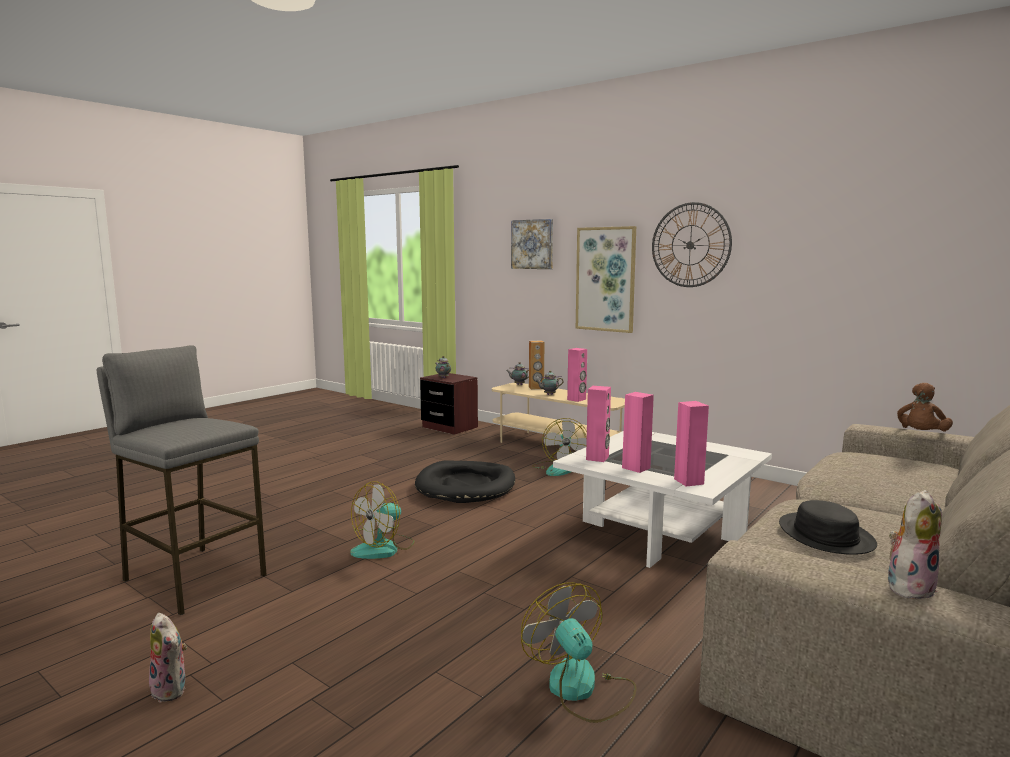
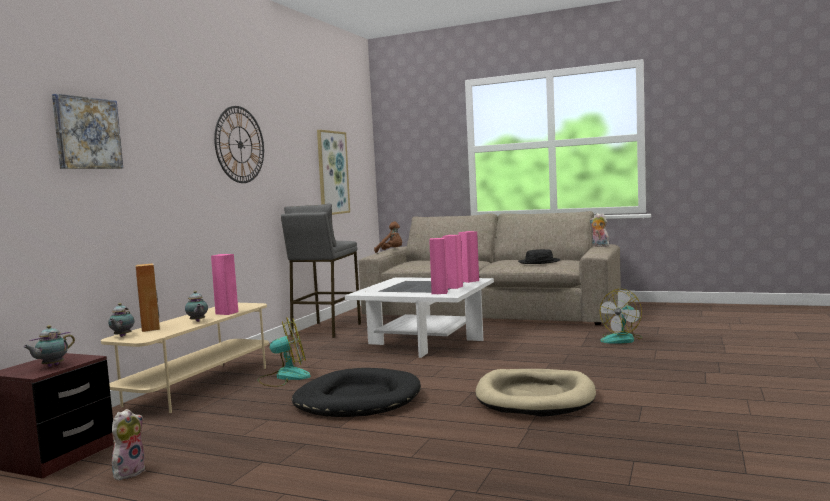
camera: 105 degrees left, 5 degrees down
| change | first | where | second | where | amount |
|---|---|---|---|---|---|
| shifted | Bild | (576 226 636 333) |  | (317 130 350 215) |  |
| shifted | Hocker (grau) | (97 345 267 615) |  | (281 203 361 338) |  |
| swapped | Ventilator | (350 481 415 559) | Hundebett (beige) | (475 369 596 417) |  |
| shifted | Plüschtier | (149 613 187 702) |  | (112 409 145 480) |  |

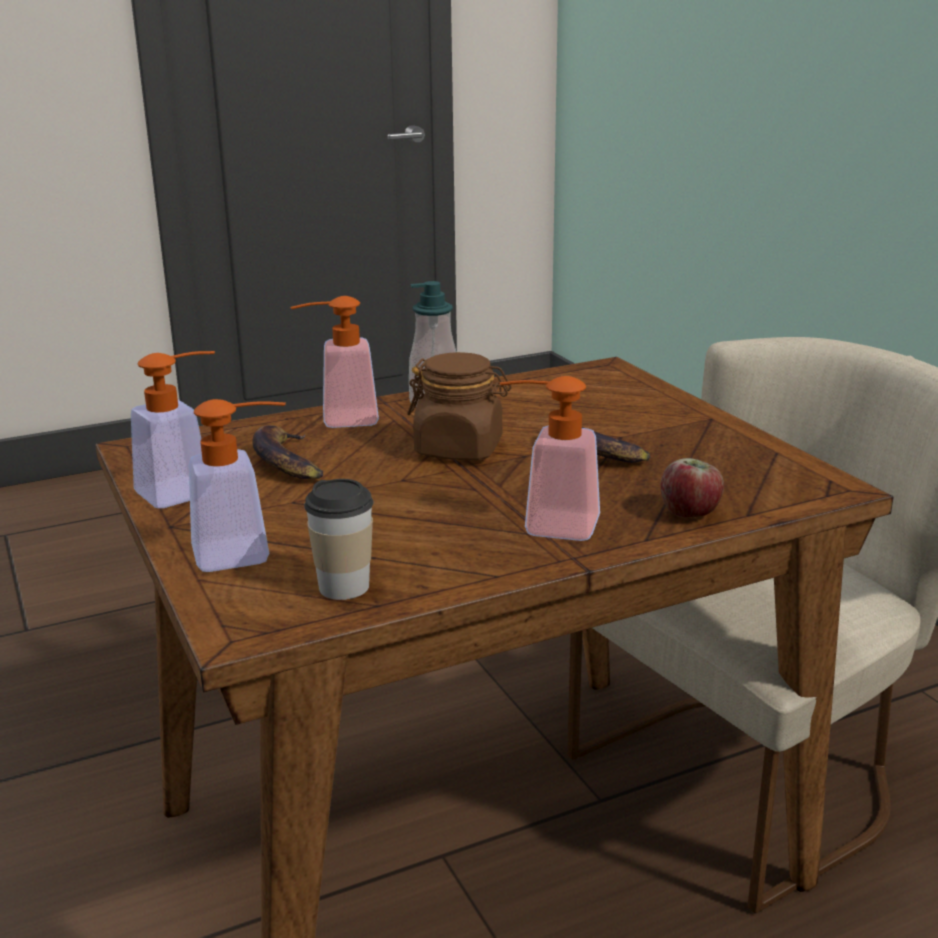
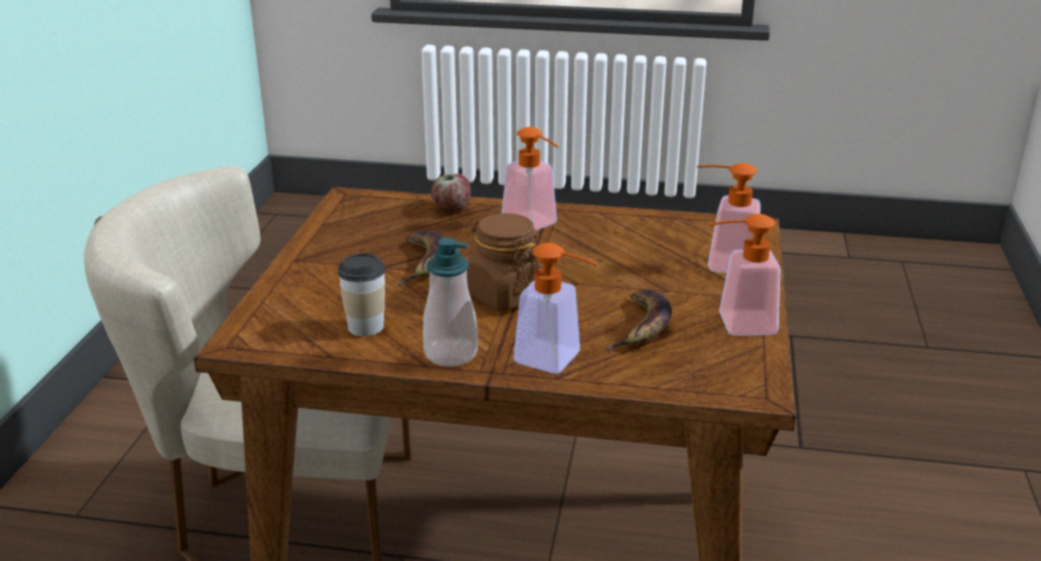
camera: 145 degrees left, 5 degrees up
| change | first | where | second | where | amount |
|---|---|---|---|---|---|
| shifted | Tasse | (304 479 374 600) |  | (338 253 386 336) |  |

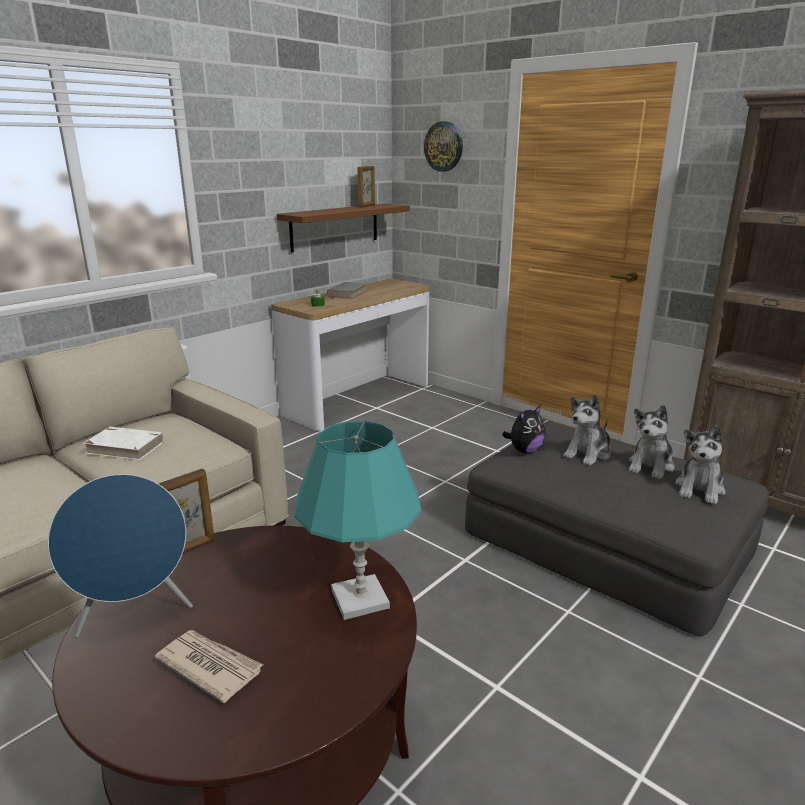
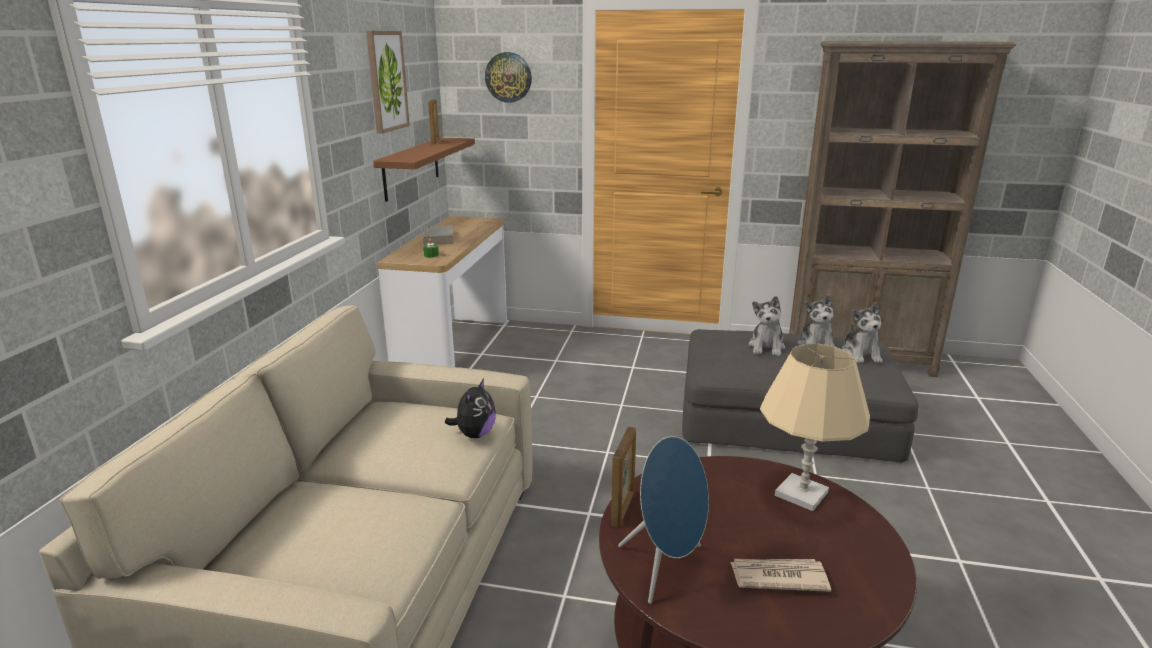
camera: 30 degrees left, 0 degrees up
| change | first | where | second | where | amount |
|---|---|---|---|---|---|
| shifted | Plüschtier | (502 405 546 453) |  | (445 379 496 438) |  |
| repainted | Tischlampe (türkis) | (295 421 421 620) | Tischlampe (beige) | (760 344 870 511) |  |
| gone | Buch (weiß) | (83 427 164 460) |  |  |  |
| new |  |  | Bild | (366 31 410 134) |  |

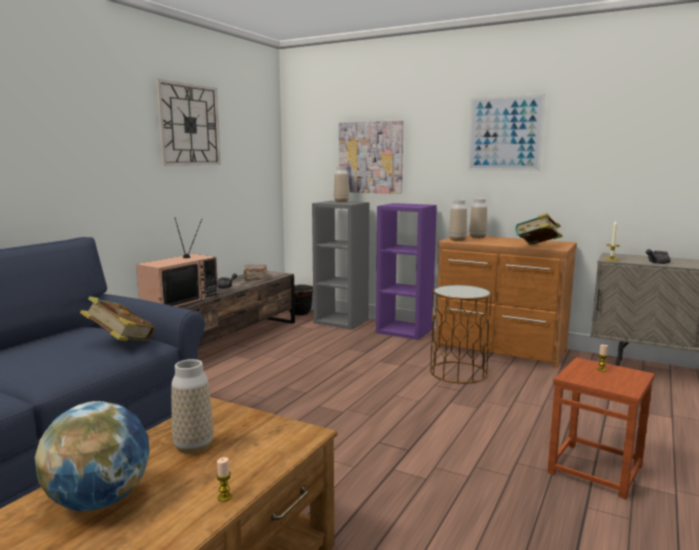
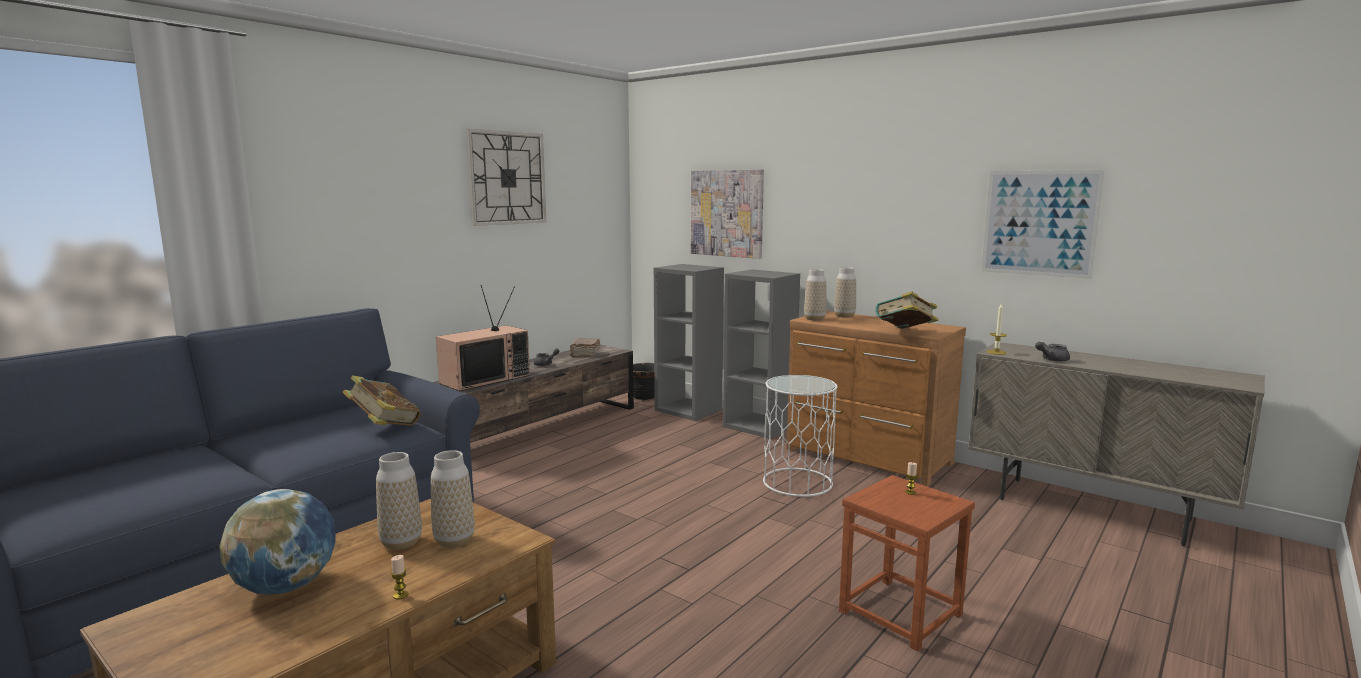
camera: 10 degrees right, 0 degrees up
| change | first | where | second | where | amount |
|---|---|---|---|---|---|
| shifted | Bild | (468 94 546 171) |  | (981 170 1105 279) |  |
| shifted | Vase | (334 166 349 202) |  | (431 450 475 548) |  |
| repainted | Bücherregal (lila) | (376 203 437 340) | Bücherregal (grau) | (723 269 800 439) |  |
| repainted | Beistelltisch (braun) | (430 285 492 384) | Beistelltisch (weiß) | (763 375 838 497) |  |

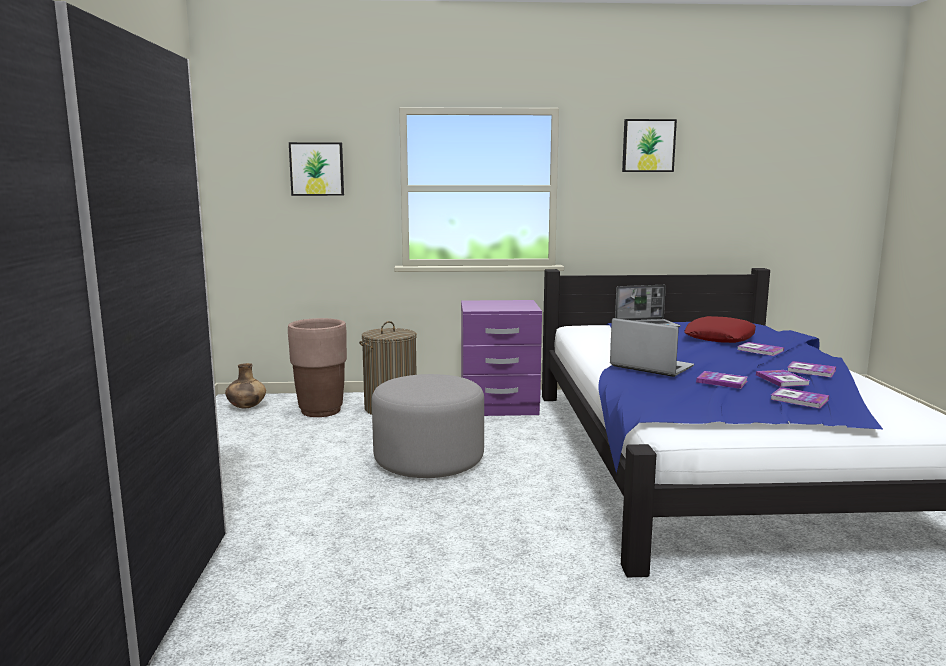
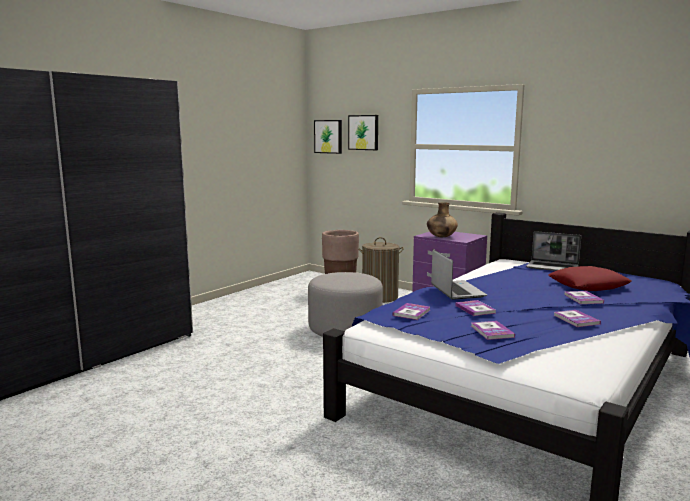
camera: 40 degrees right, 0 degrees up
| change | first | where | second | where | amount |
|---|---|---|---|---|---|
| shifted | Bild | (622 119 677 172) |  | (314 120 342 154) |  |
| shifted | Vase (braun) | (225 363 266 408) |  | (427 202 458 237) |  |
| shifted | Buch | (756 370 809 387) |  | (393 303 430 320) |  |

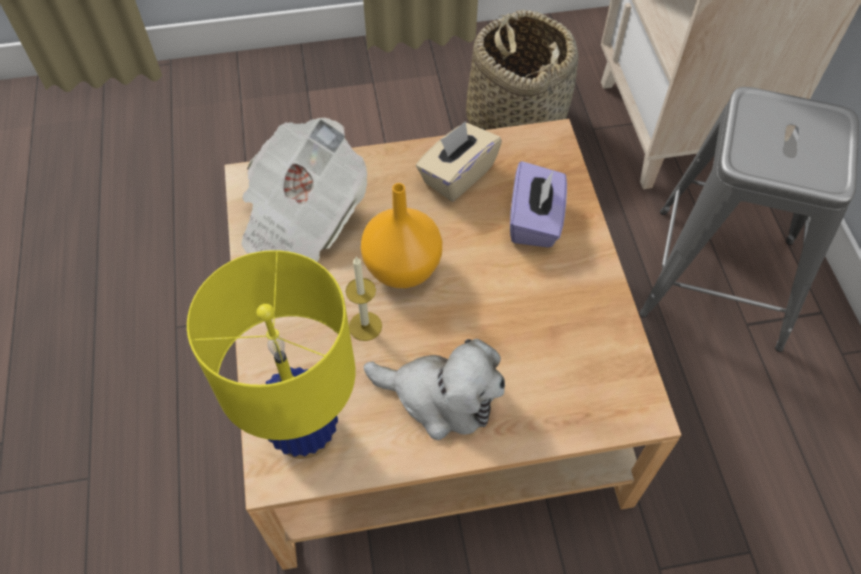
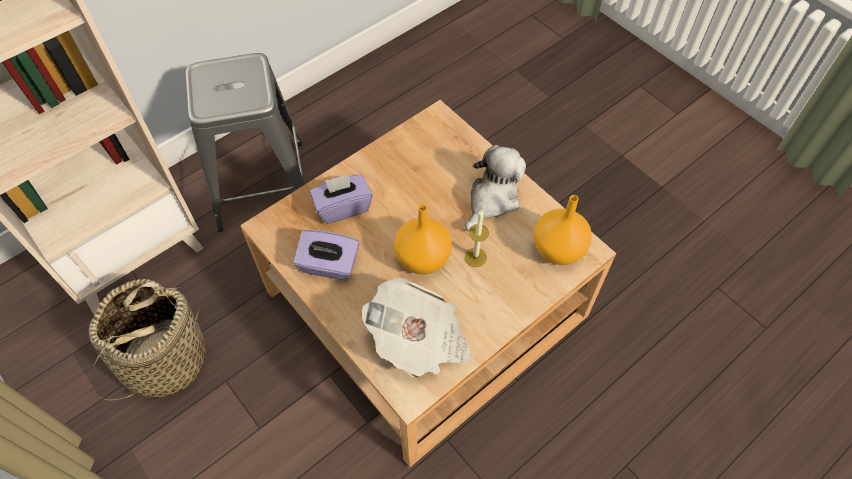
camera: 120 degrees left, 0 degrees up
| change | first | where | second | where | amount |
|---|---|---|---|---|---|
| repainted | Taschentuchbox (beige) | (416 121 502 201) | Taschentuchbox (lila) | (294 230 360 280) |  |
| swapped | Tischlampe (gelb) | (187 250 356 459) | Vase (orange) | (534 195 592 265) |  |
| rotated | Plüschtier | (363 339 505 440) |  | (465 145 526 232) | 45 degrees clockwise |

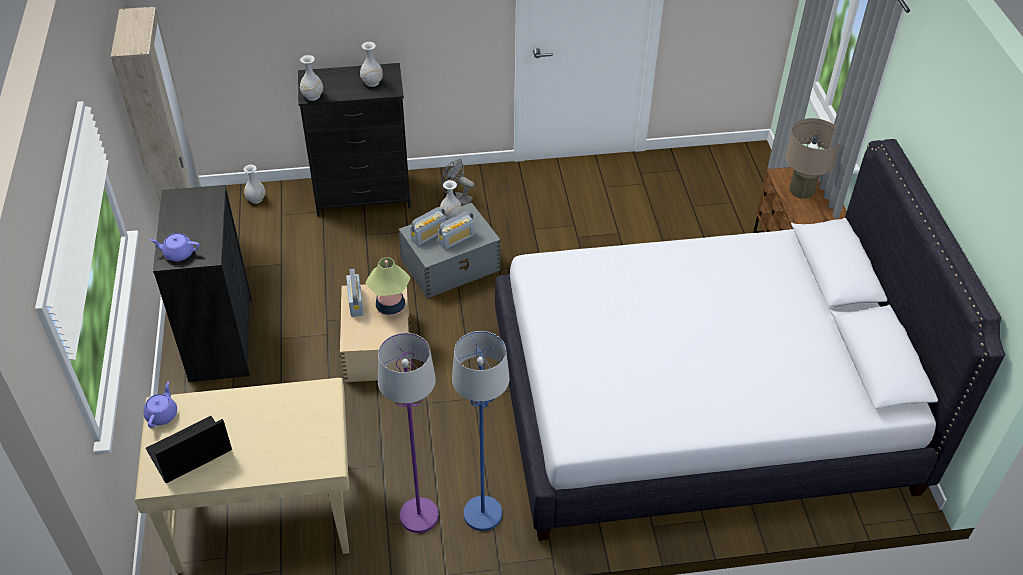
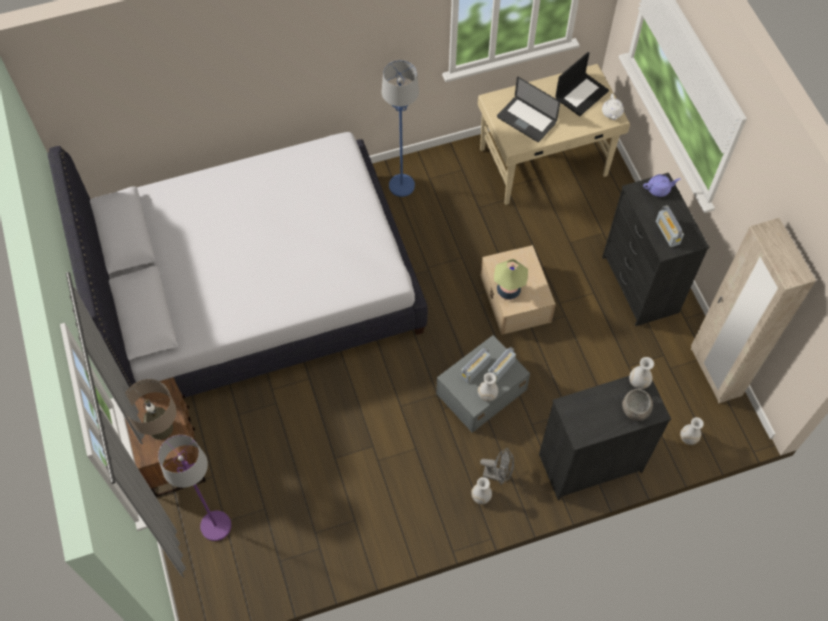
camera: 170 degrees right, 15 degrees up
| change | first | where | second | where | amount |
|---|---|---|---|---|---|
| shifted | Vase (weiß) | (360 42 383 87) |  | (471 477 492 504) |  |
| shifted | Radio | (346 269 364 317) |  | (656 205 684 247) |  |
| shifted | Stehlampe (lila) | (378 333 439 533) |  | (158 435 231 541) |  |
| repainted | Teekanne (lila) | (143 382 177 428) | Teekanne (weiß) | (602 93 624 120) |  |
| new |  |  | Laptop | (497 77 560 142) |  |
| new |  |  | Schüssel (grau) | (622 389 653 421) |  |

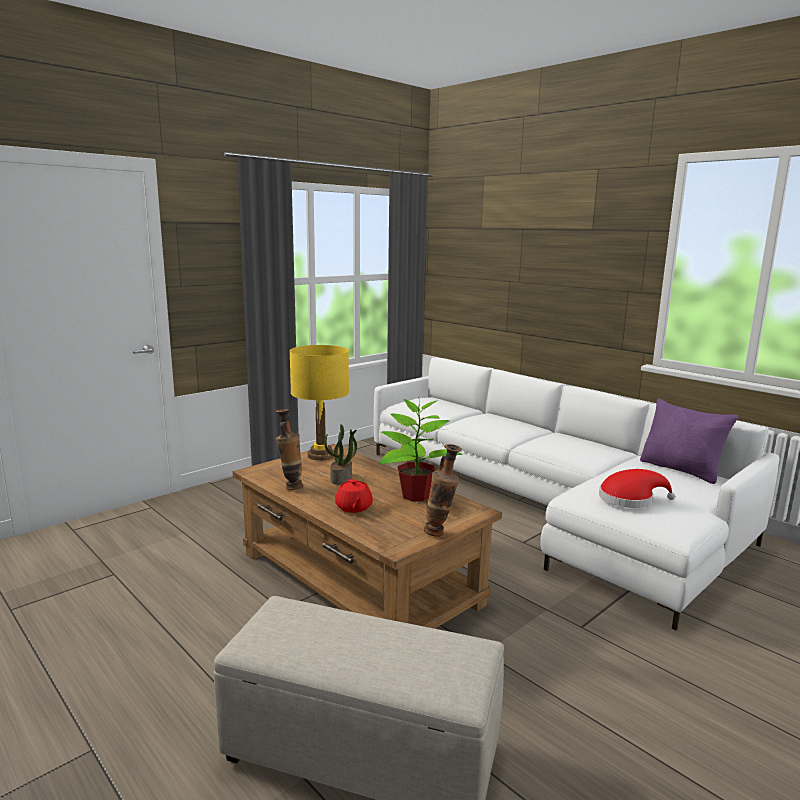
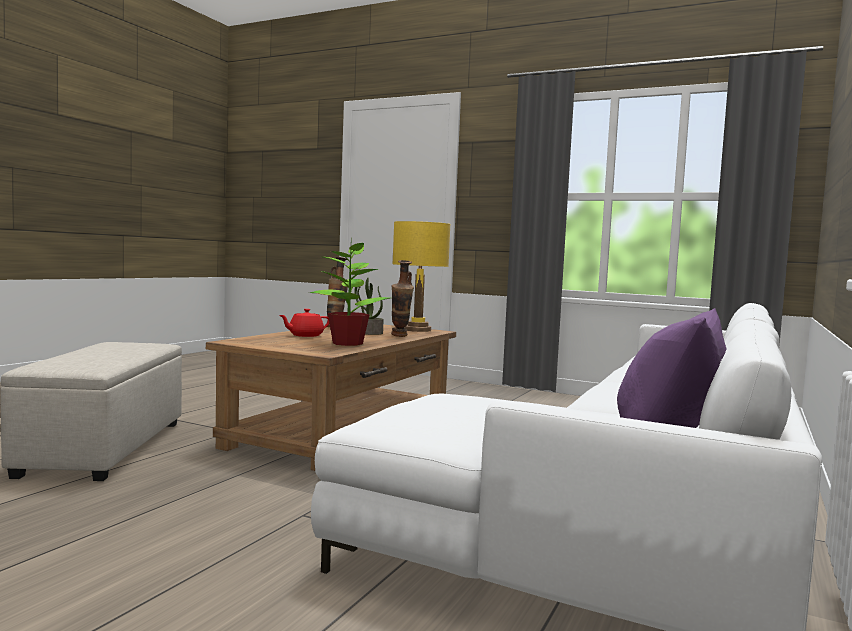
camera: 70 degrees right, 10 degrees down
| change | first | where | second | where | amount |
|---|---|---|---|---|---|
| shifted | Vase | (424 444 462 537) |  | (391 260 414 337) |  |
| gone | Hut (rot) | (599 469 675 508) |  |  |  |

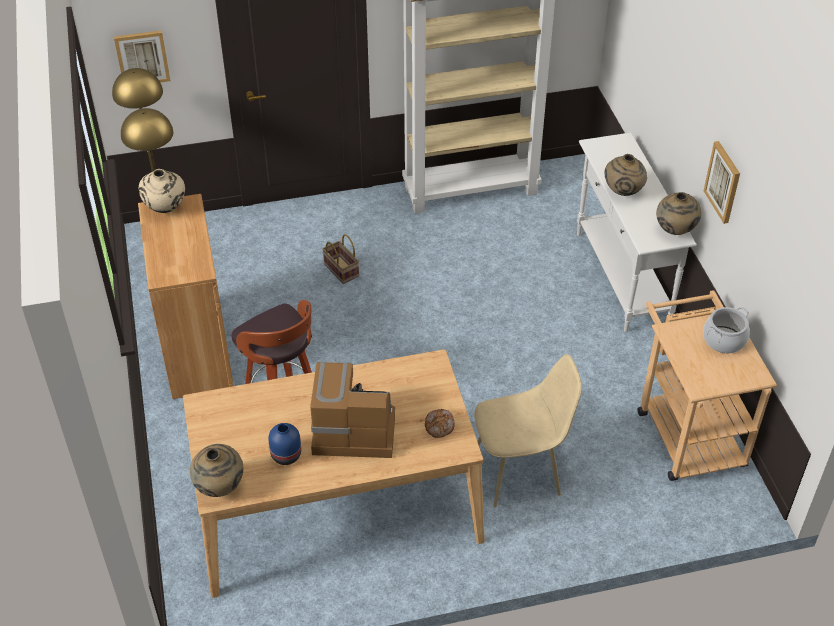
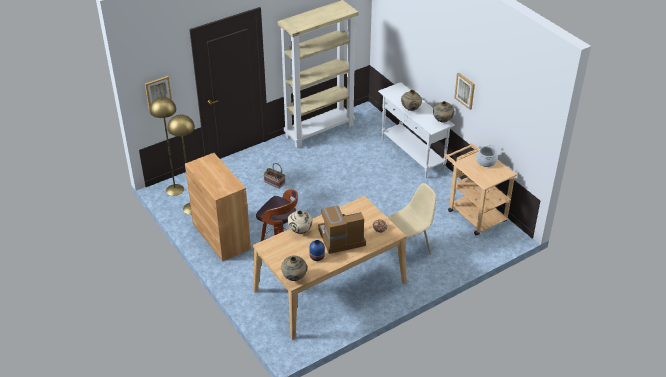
camera: 20 degrees left, 5 degrees down
| change | first | where | second | where | amount |
|---|---|---|---|---|---|
| shifted | Vase (beige) | (139 169 185 213) |  | (288 210 312 234) |  |

